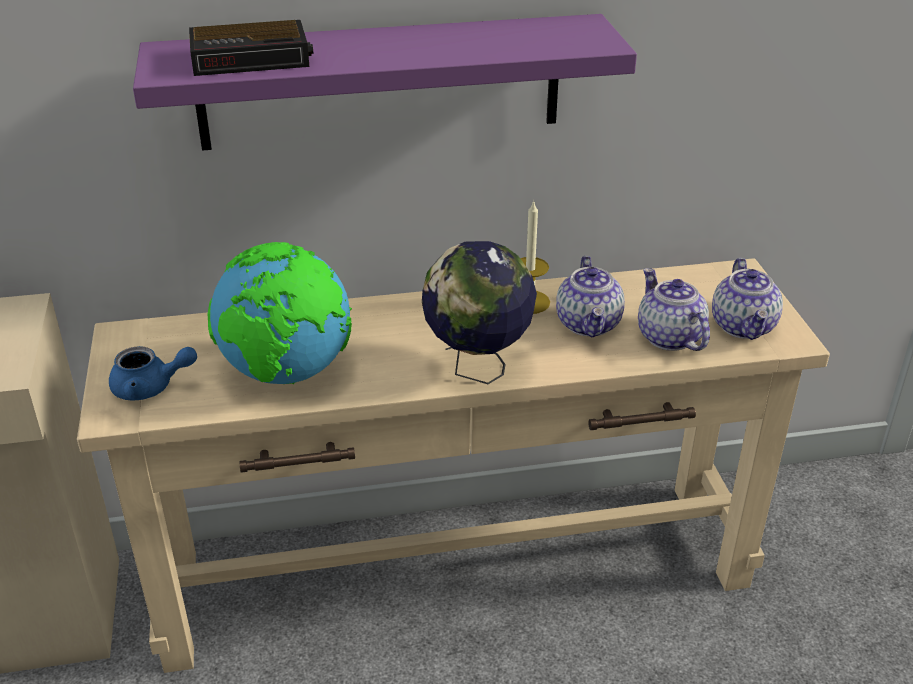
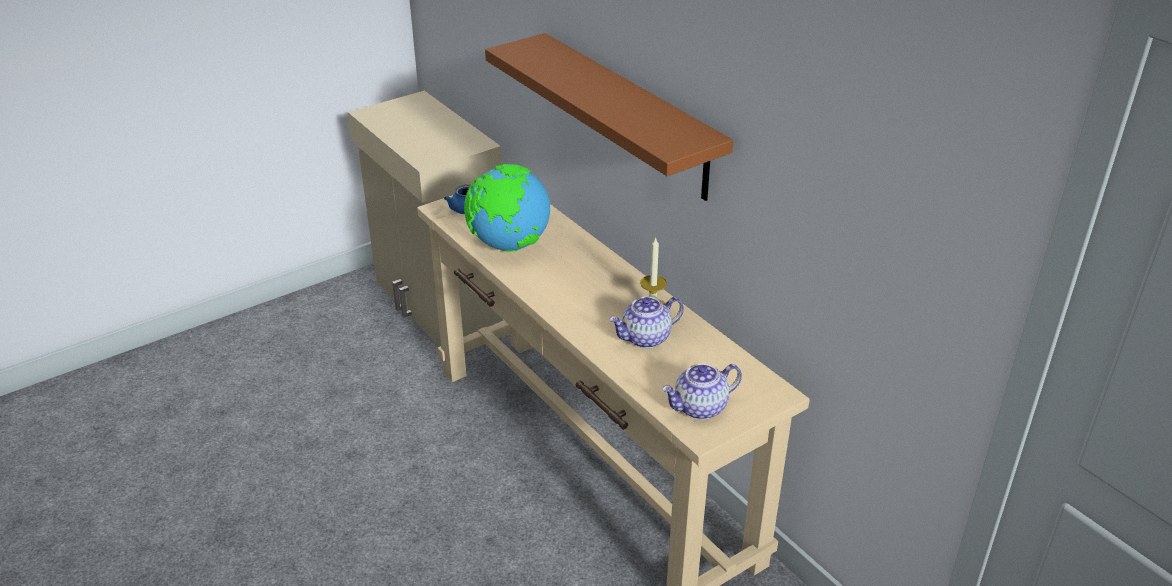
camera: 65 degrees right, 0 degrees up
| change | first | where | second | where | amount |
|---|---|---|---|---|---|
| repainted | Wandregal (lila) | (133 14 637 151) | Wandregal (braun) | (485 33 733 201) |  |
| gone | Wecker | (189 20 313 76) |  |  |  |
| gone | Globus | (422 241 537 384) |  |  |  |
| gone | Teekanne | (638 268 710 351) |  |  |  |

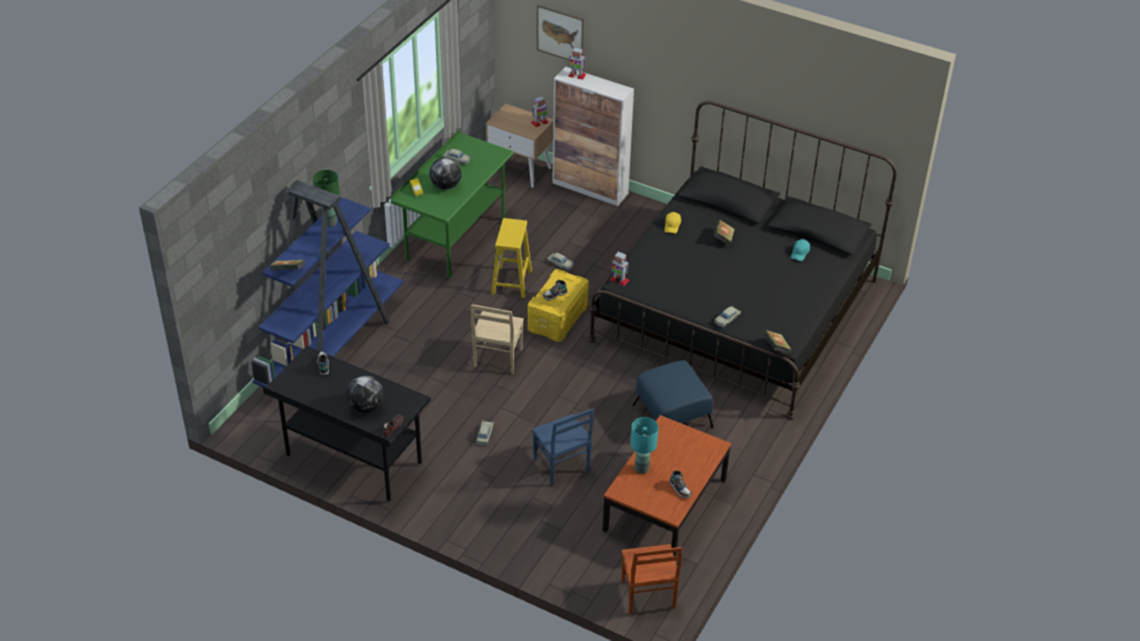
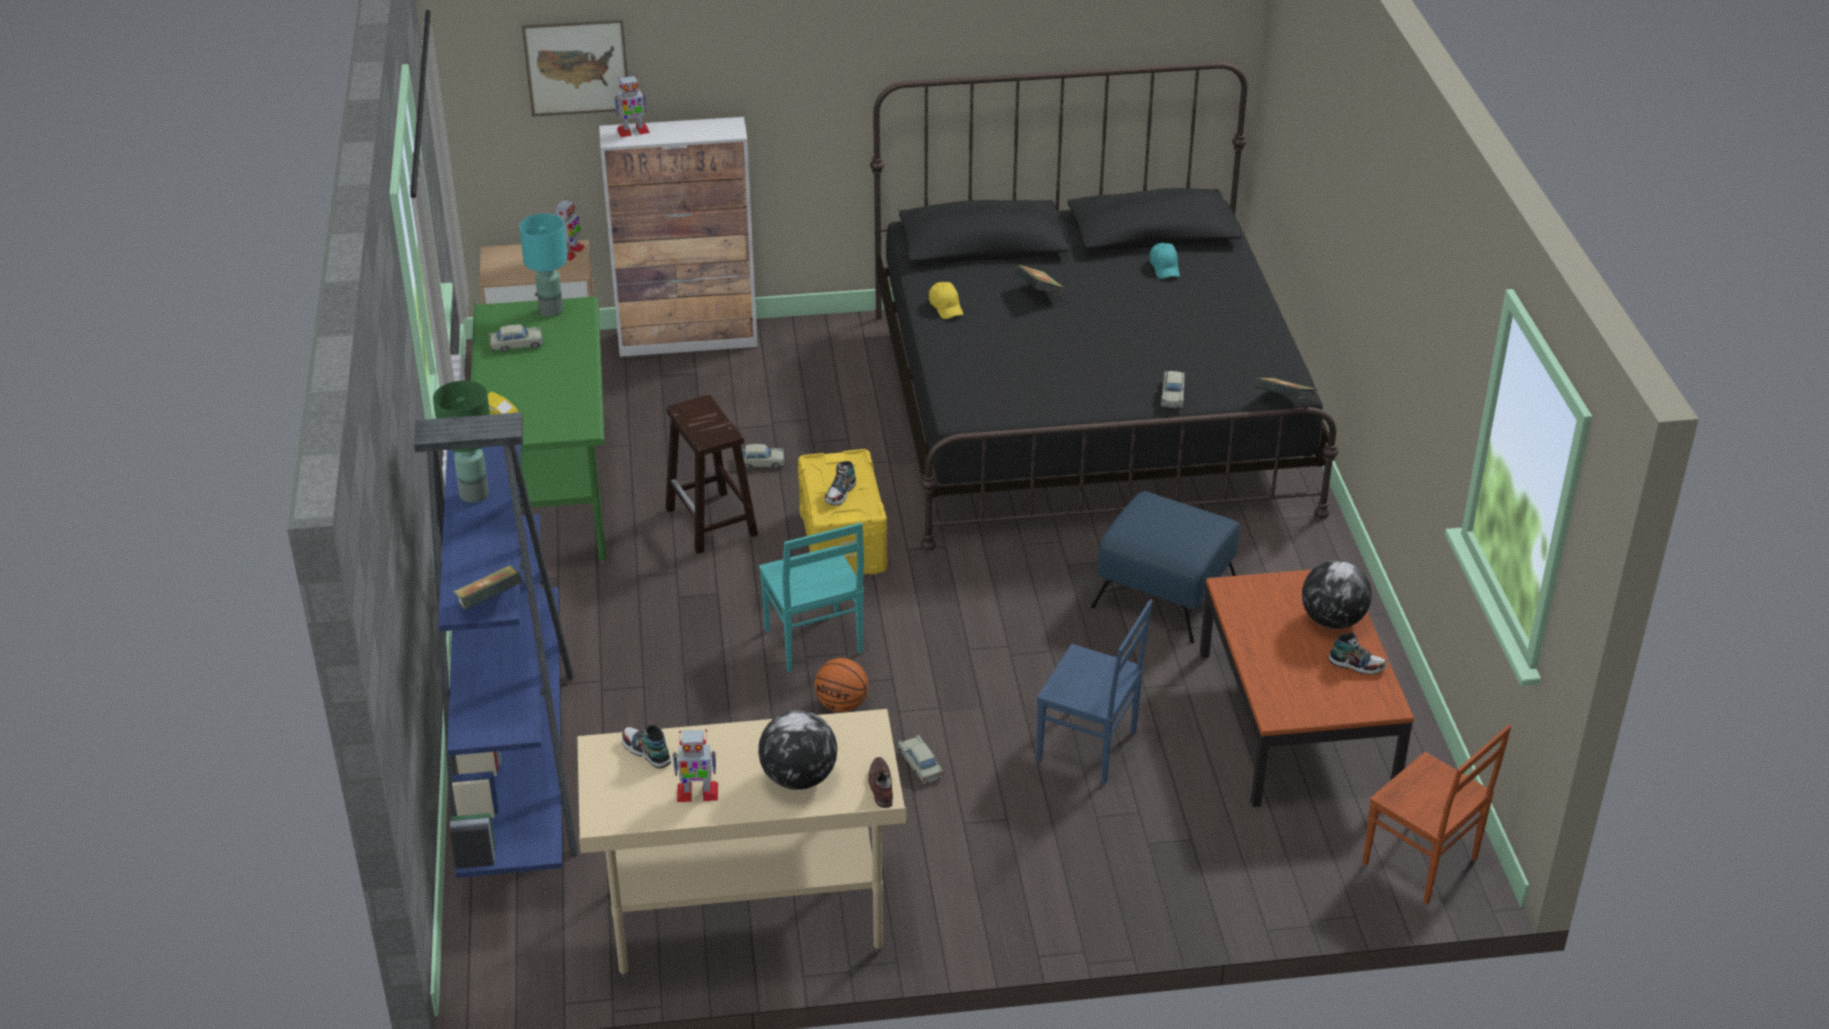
camera: 35 degrees left, 5 degrees down
| change | first | where | second | where | amount |
|---|---|---|---|---|---|
| shifted | Globus | (429 157 462 190) |  | (1302 560 1372 629) |  |
| repainted | Hocker (gelb) | (491 218 532 298) | Hocker (braun) | (665 395 758 554) |  |
| shifted | Spielzeugroboter | (610 251 629 286) |  | (672 730 718 802) |  |
| repainted | Stuhl (beige) | (471 304 524 374) | Stuhl (türkis) | (759 523 864 672) |  |
| repainted | Schreibtisch (schwarz) | (263 346 431 503) | Schreibtisch (beige) | (577 709 906 977) |  |
| shifted | Tischlampe (türkis) | (630 417 658 474) |  | (519 213 567 317) |  |
| new |  |  | Basketball | (815 658 868 712) |  |

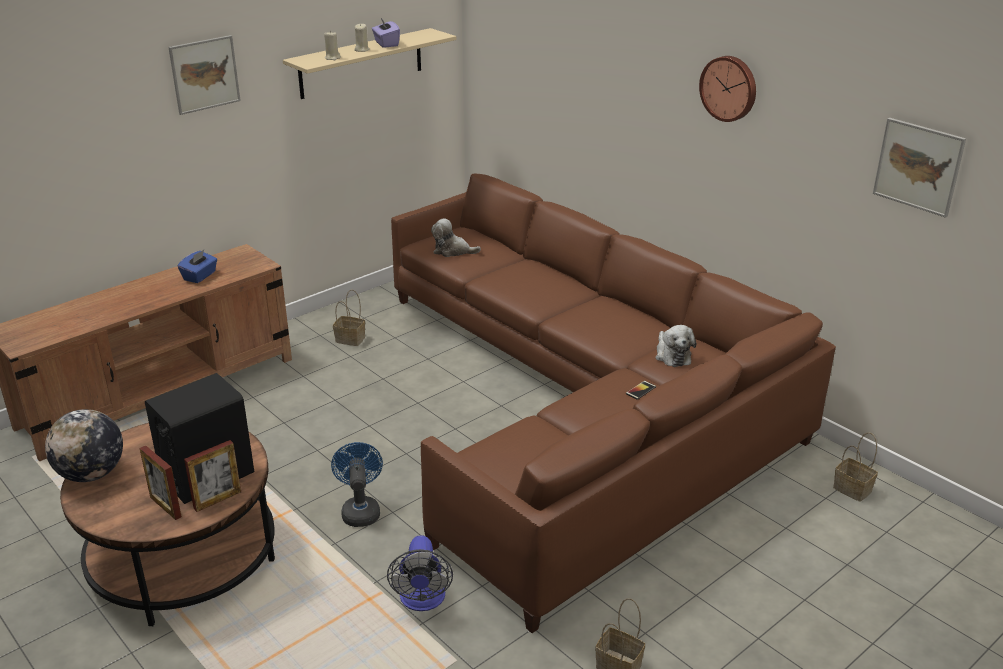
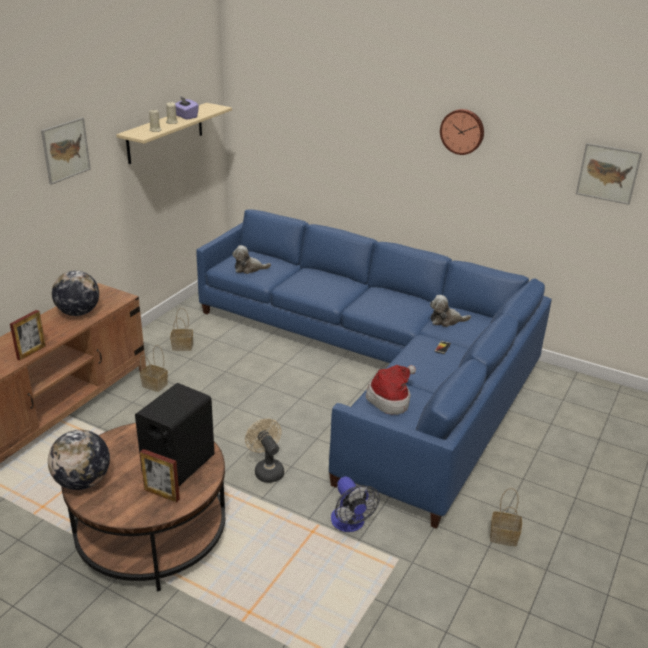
camera: 20 degrees left, 0 degrees up
| change | first | where | second | where | amount |
|---|---|---|---|---|---|
| repainted | Sofa (braun) | (391 173 836 633) | Sofa (blau) | (196 210 552 529) |  |
| swapped | Taschentuchbox (blau) | (178 250 217 283) | Globus | (52 271 99 316) |  |
| rotated | Plüschtier | (655 325 696 367) |  | (430 295 471 327) | 120 degrees clockwise |
| shifted | Korb | (833 432 878 502) |  | (140 345 168 392) |  |
| shifted | Bilderrahmen | (184 440 241 512) |  | (10 310 46 360) |  |
| repainted | Ventilator (blau) | (331 442 383 527) | Ventilator (beige) | (245 419 284 483) |  |
| new |  |  | Hut | (366 365 416 415) |  |

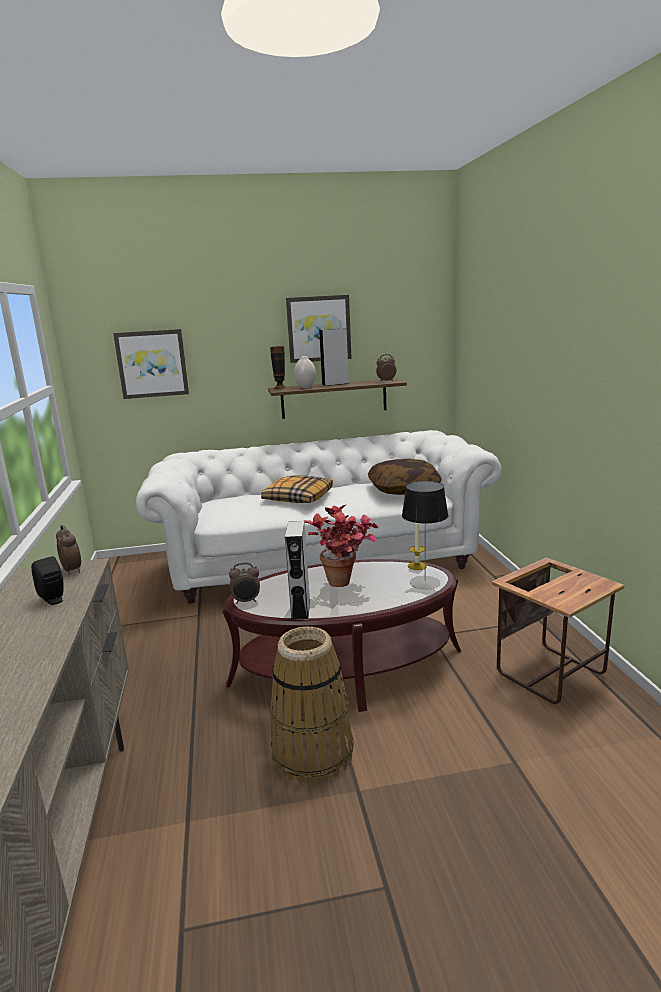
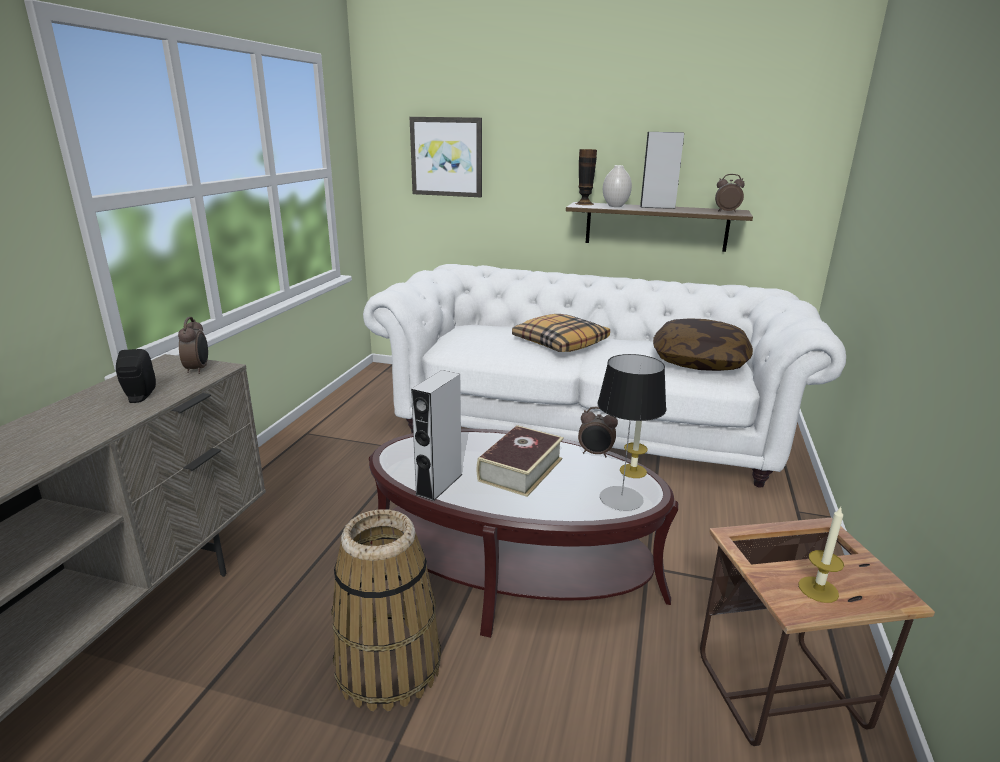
camera: 25 degrees right, 5 degrees up
| change | first | where | second | where | amount |
|---|---|---|---|---|---|
| gone | Bild | (286 295 352 363) |  |  |  |
| swapped | Topfpflanze | (304 505 378 587) | Buch | (477 425 564 497) |  |
| shifted | Wecker | (229 563 260 604) |  | (578 407 618 457) |  |
| new |  |  | Kerze | (798 507 844 603) |  |

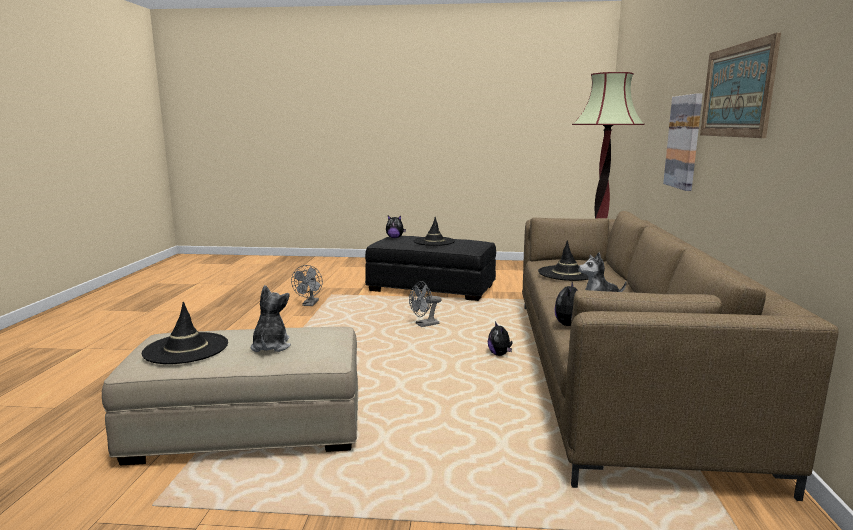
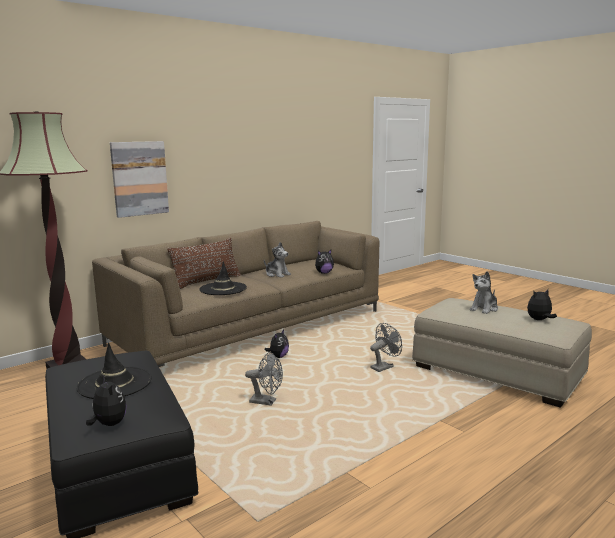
camera: 135 degrees left, 0 degrees up
| change | first | where | second | where | amount |
|---|---|---|---|---|---|
| gone | Bild | (700 33 781 138) |  |  |  |
| shifted | Ventilator (grau) | (291 265 323 306) |  | (370 323 402 372) |  |
| swapped | Hut (schwarz) | (142 302 228 364) | Plüschtier | (527 289 557 320) |  |
| new |  |  | Kissen (braun) | (168 238 241 289) |  |

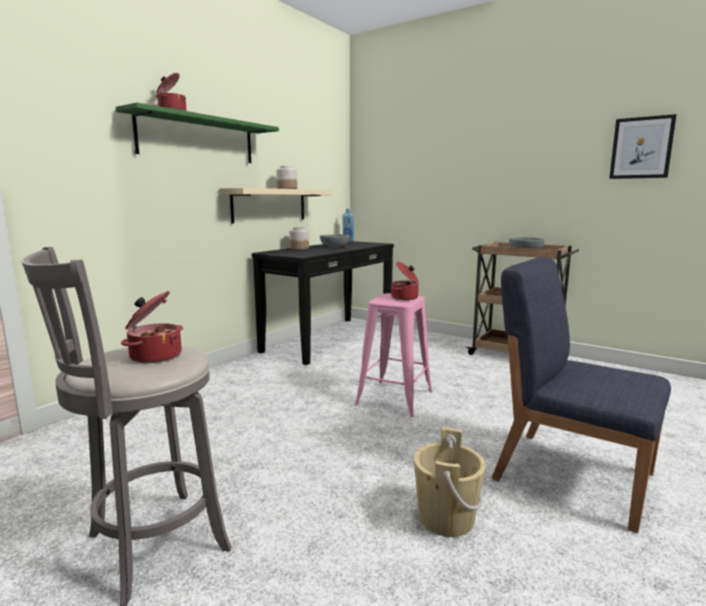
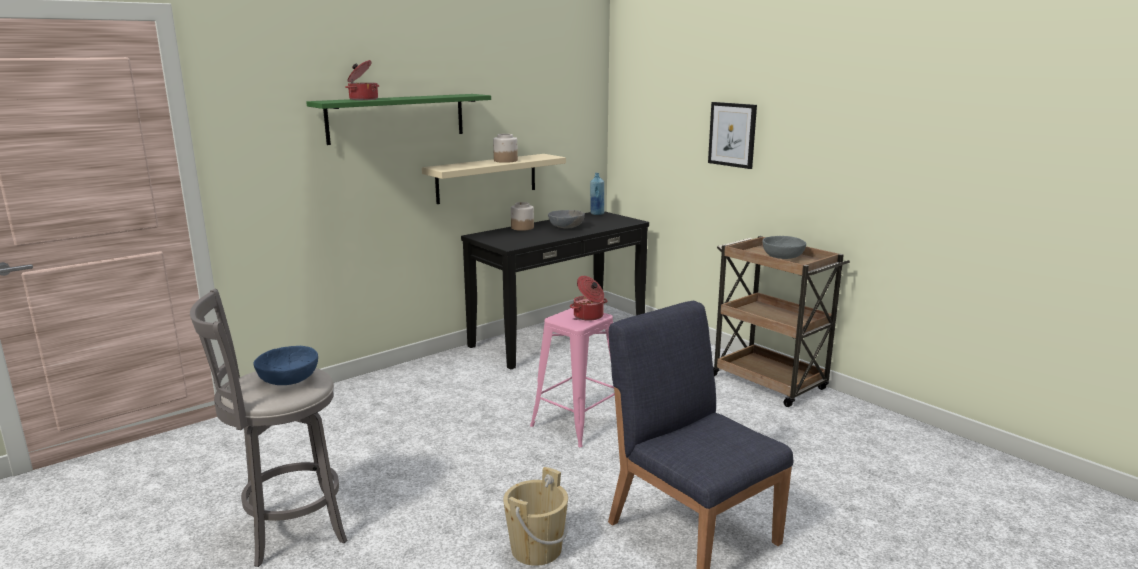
camera: 15 degrees right, 5 degrees up
| change | first | where | second | where | amount |
|---|---|---|---|---|---|
| shifted | Bild | (609 114 677 179) |  | (708 102 757 169) |  |
| swapped | Kochtopf | (121 291 183 363) | Schüssel (blau) | (253 346 318 385) |  |

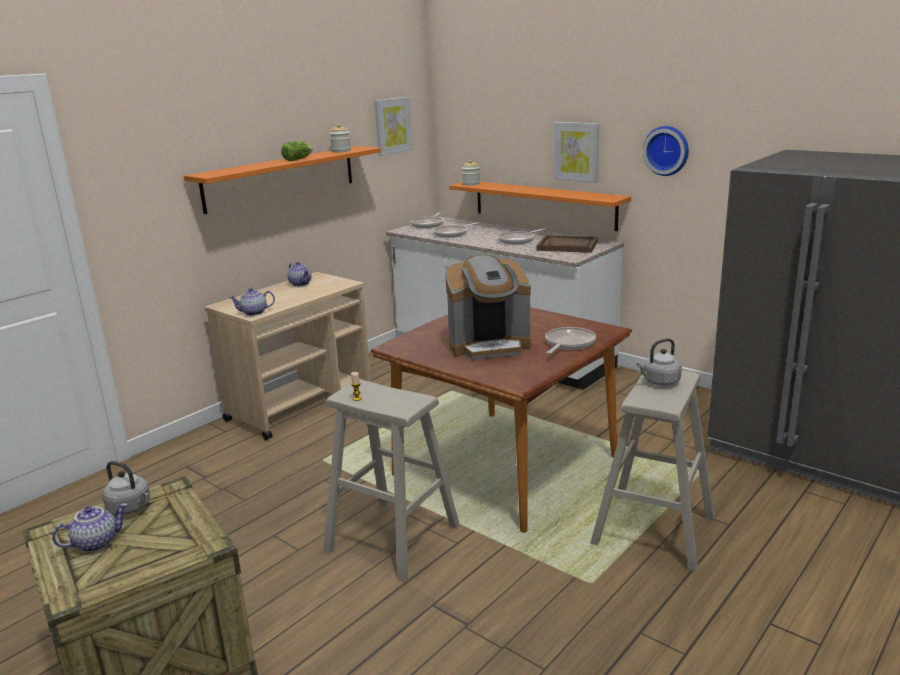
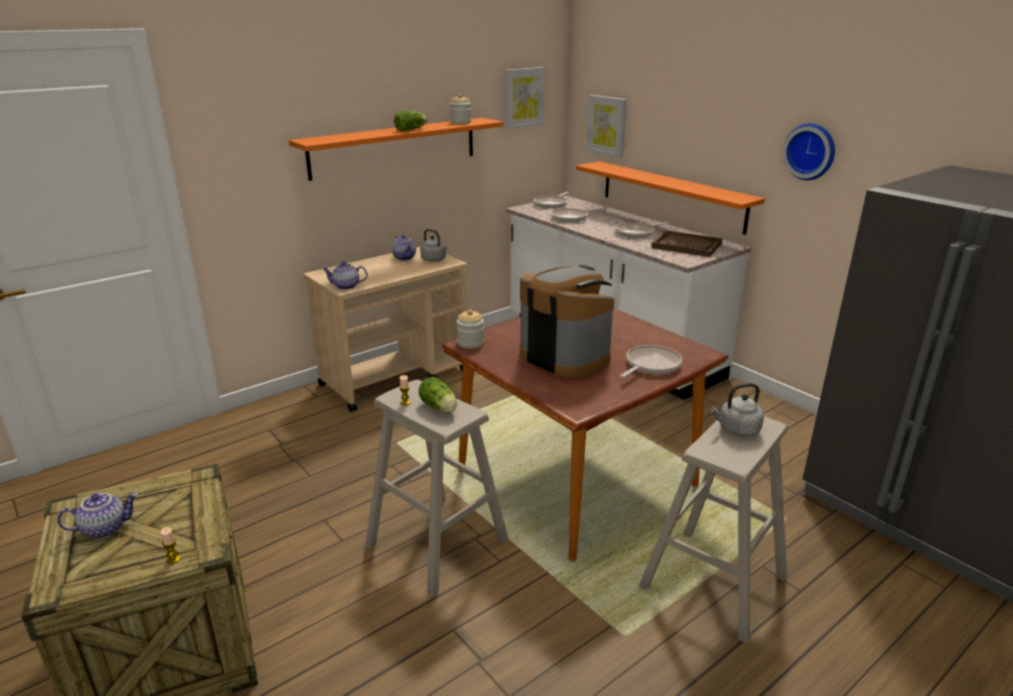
camera: 10 degrees right, 5 degrees up
| change | first | where | second | where | amount |
|---|---|---|---|---|---|
| shifted | Bild | (553 122 599 183) |  | (587 95 627 157) |  |
| shifted | Vorratsglas | (462 160 480 186) |  | (457 309 484 349) |  |
| rotated | Kaffeemaschine | (445 255 531 360) |  | (520 265 614 378) | 135 degrees counterclockwise |
| shifted | Wasserkessel (grau) | (102 461 150 515) |  | (420 229 448 262) |  |
| new |  |  | Salatkopf | (419 377 457 413) |  |
| new |  |  | Kerze | (160 527 181 564) |  |

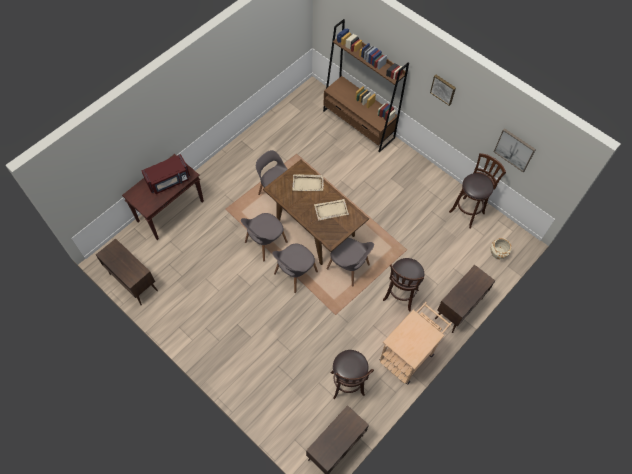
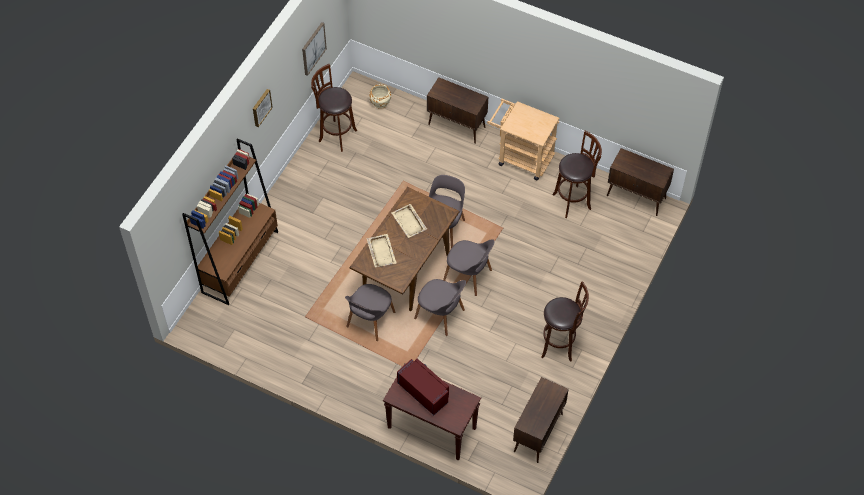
camera: 105 degrees left, 5 degrees down
| change | first | where | second | where | amount |
|---|---|---|---|---|---|
| shifted | Hocker (braun) | (383 258 424 312) |  | (541 281 589 362) |  |

